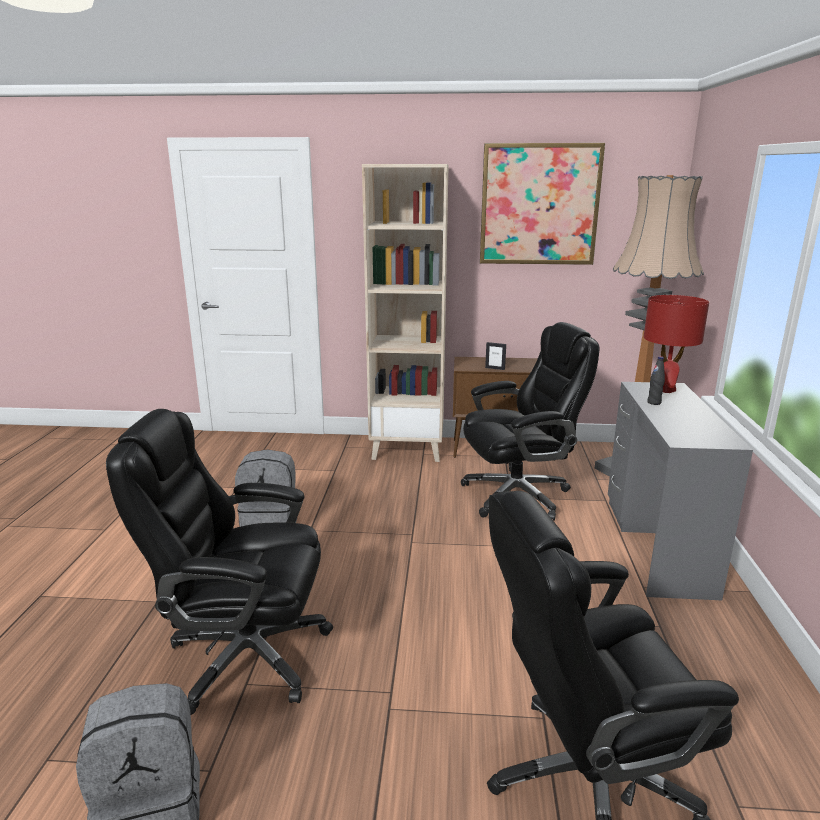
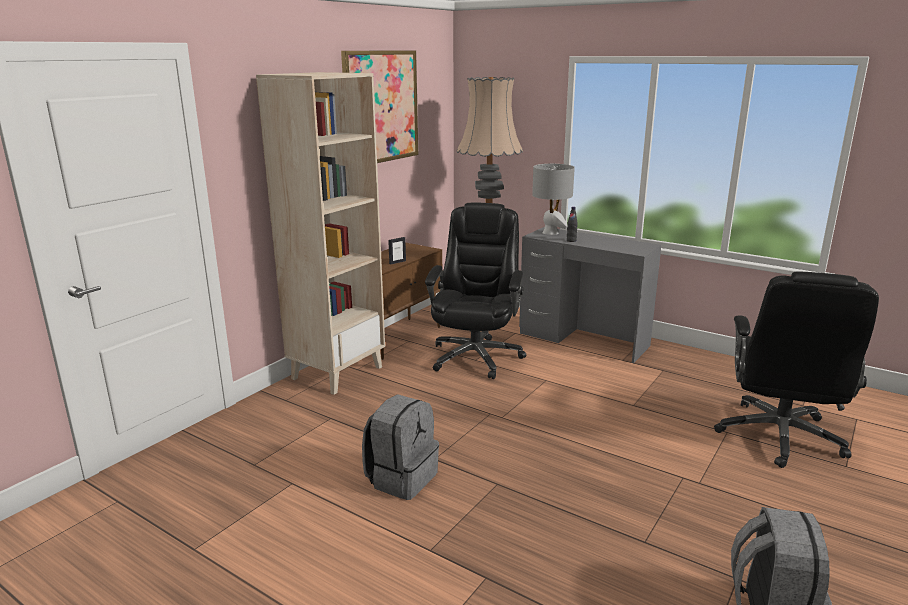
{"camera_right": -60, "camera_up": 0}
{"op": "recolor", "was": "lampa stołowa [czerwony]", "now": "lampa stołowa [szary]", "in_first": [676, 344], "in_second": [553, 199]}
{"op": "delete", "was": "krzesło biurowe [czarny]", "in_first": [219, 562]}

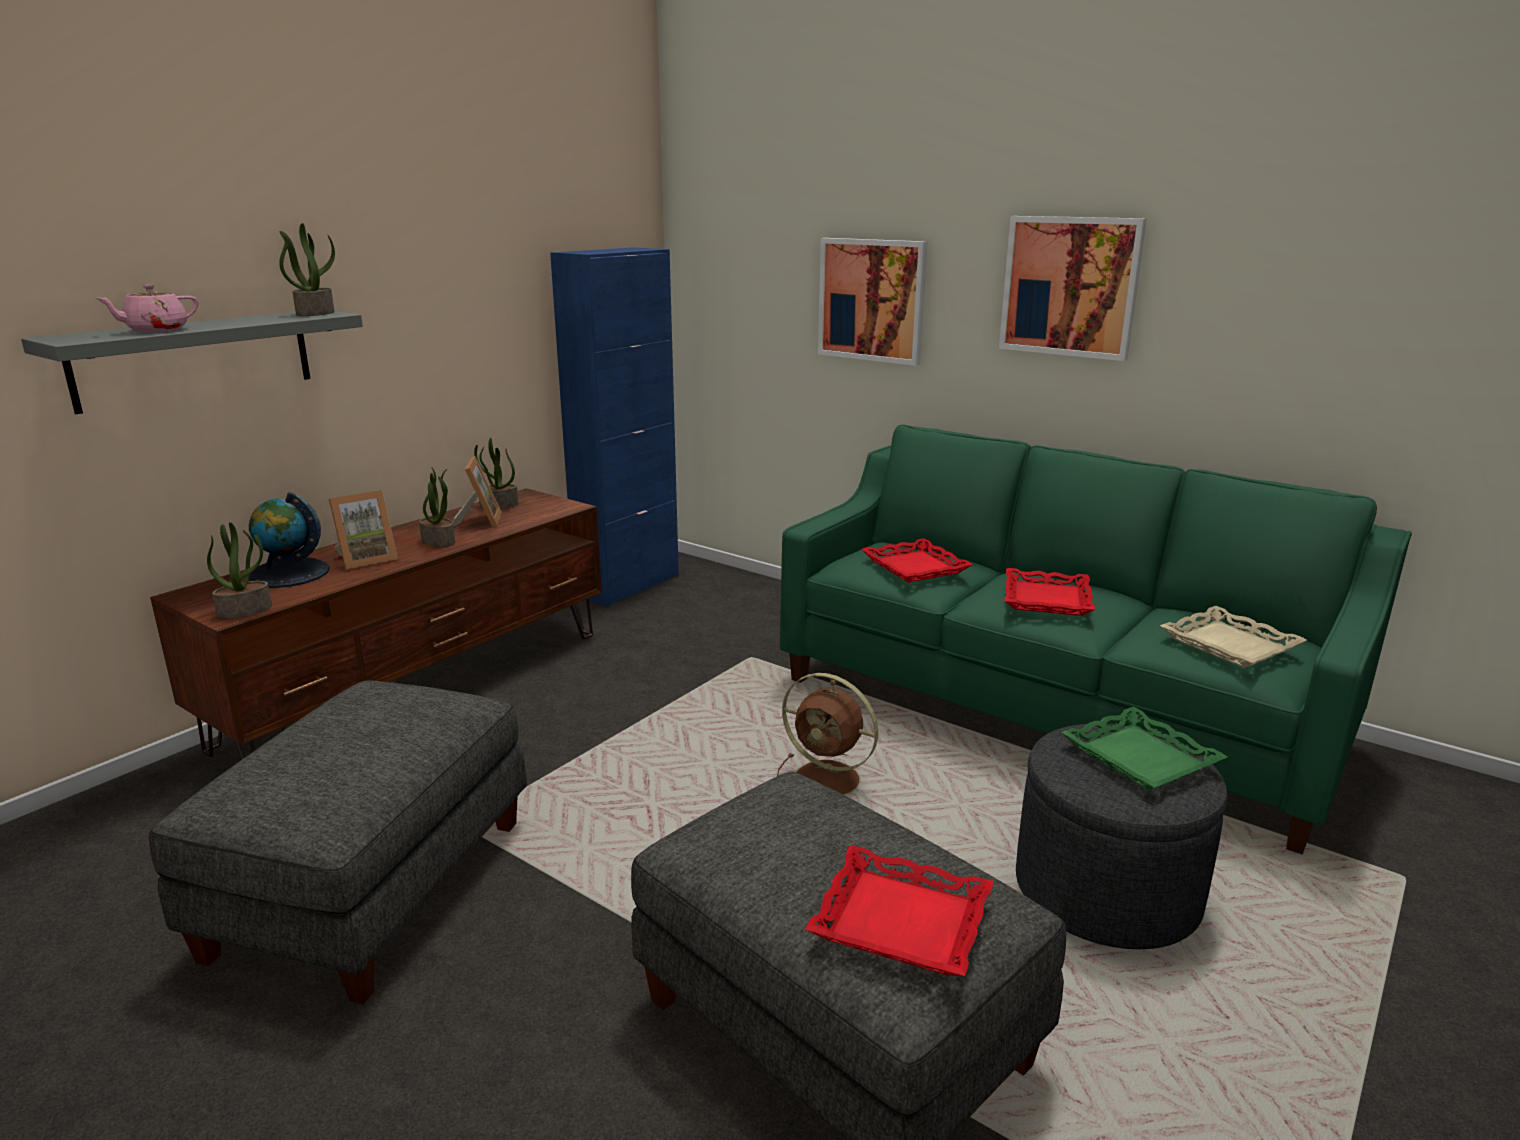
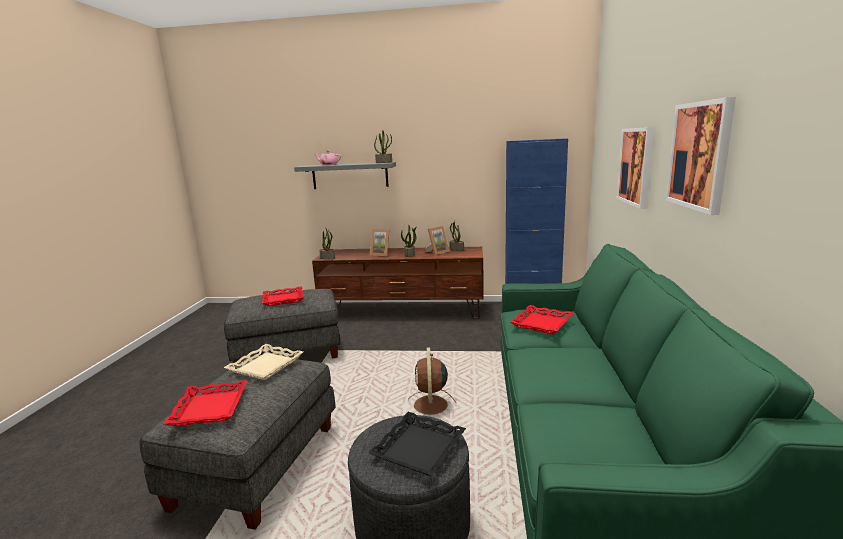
{"camera_right": 60, "camera_up": -5}
{"op": "delete", "was": "globus", "in_first": [289, 540]}
{"op": "move", "was": "taca [czerwony]", "in_first": [1050, 592], "in_second": [283, 296]}
{"op": "move", "was": "taca [beżowy]", "in_first": [1233, 637], "in_second": [263, 362]}
{"op": "recolor", "was": "taca [zielony]", "now": "taca [czarny]", "in_first": [1144, 749], "in_second": [417, 444]}

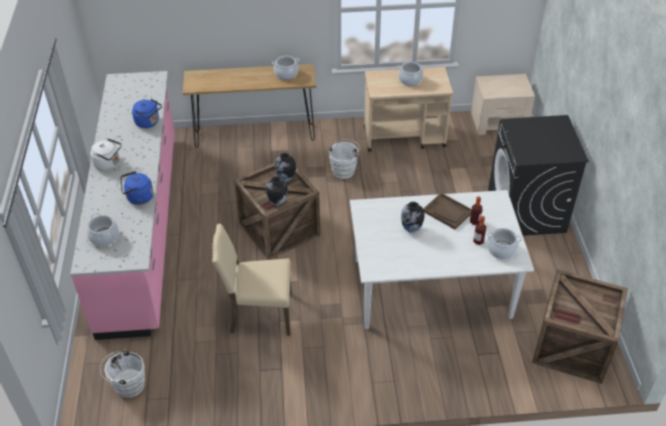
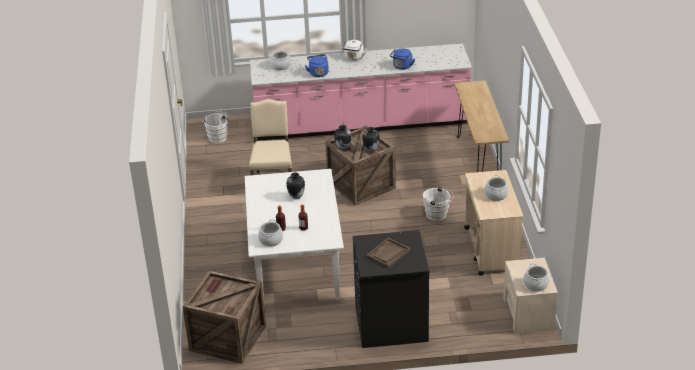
{"camera_right": 90, "camera_up": -10}
{"op": "move", "was": "garnek", "in_first": [285, 68], "in_second": [536, 277]}
{"op": "move", "was": "taca [brązowy]", "in_first": [447, 211], "in_second": [388, 253]}

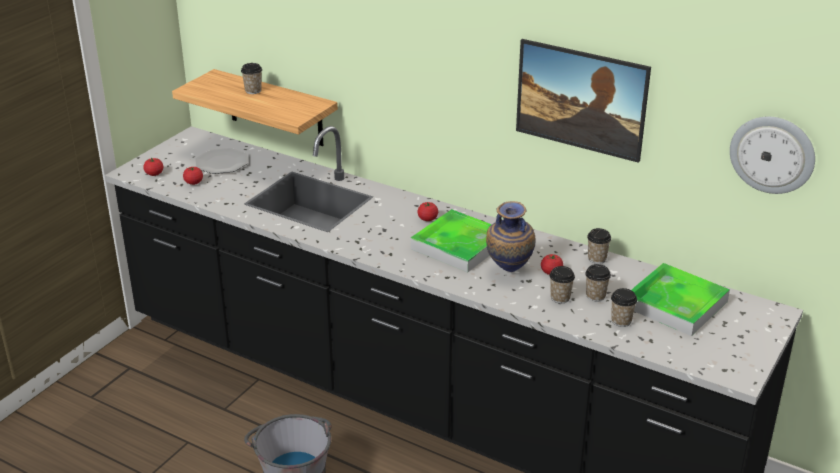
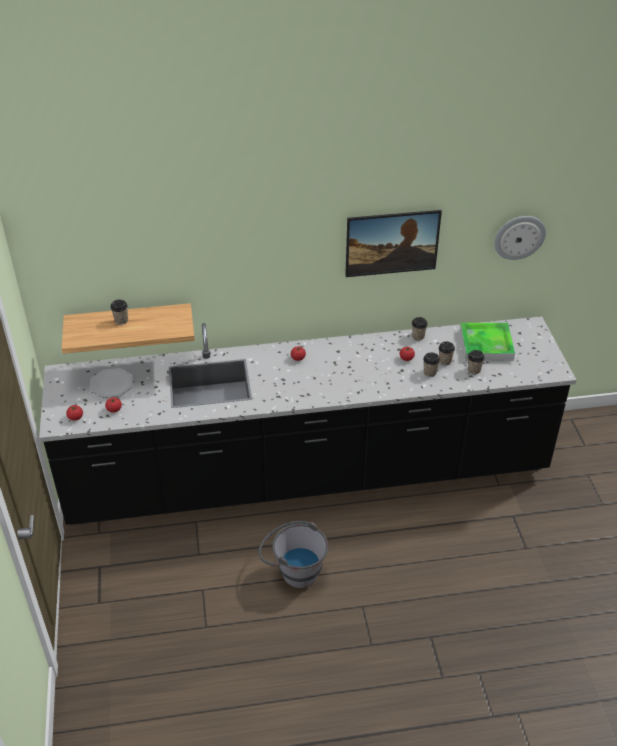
{"camera_right": -40, "camera_up": 10}
{"op": "delete", "was": "wazon", "in_first": [511, 236]}
{"op": "delete", "was": "taca", "in_first": [451, 241]}

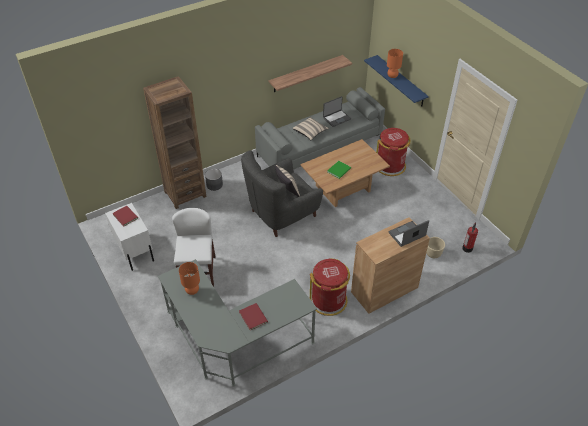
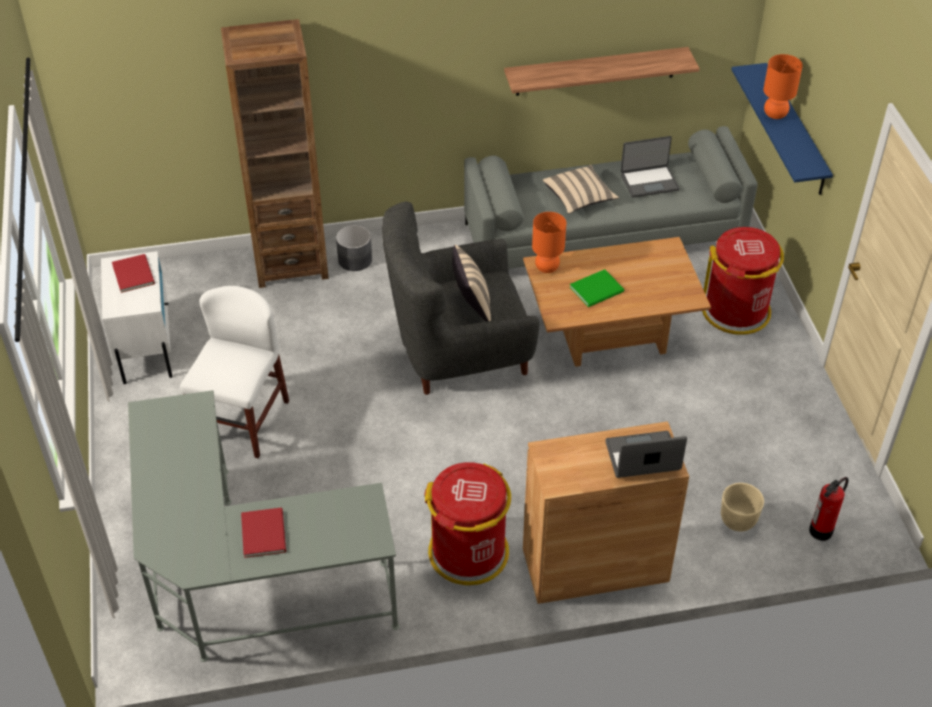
{"camera_right": 20, "camera_up": 0}
{"op": "move", "was": "lampa stołowa [pomarańczowy]", "in_first": [189, 278], "in_second": [549, 242]}

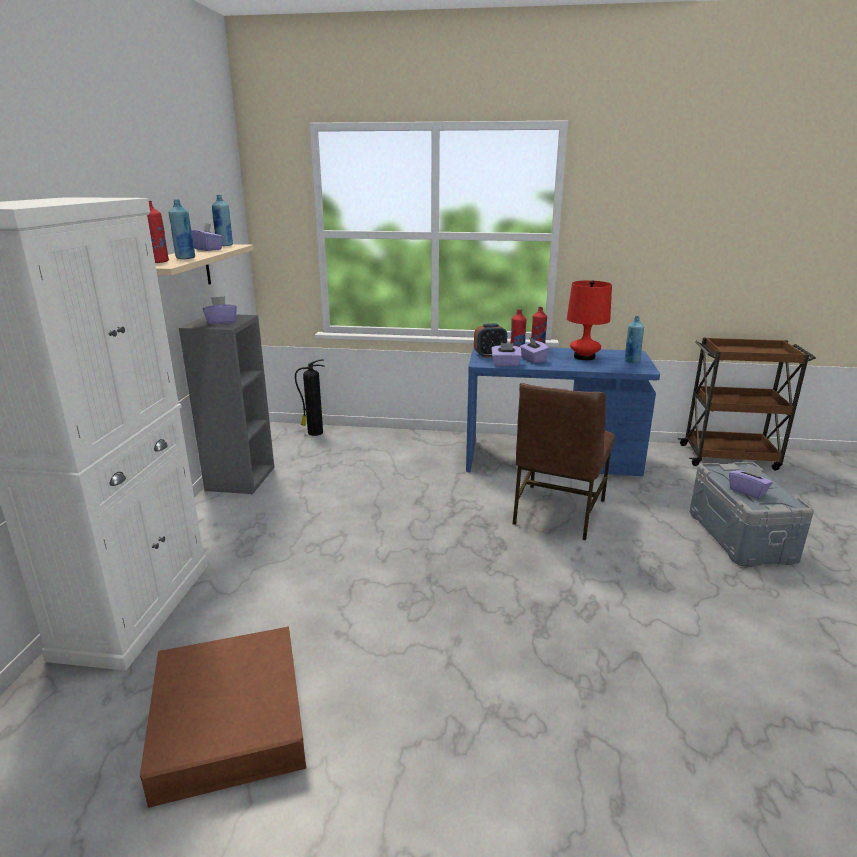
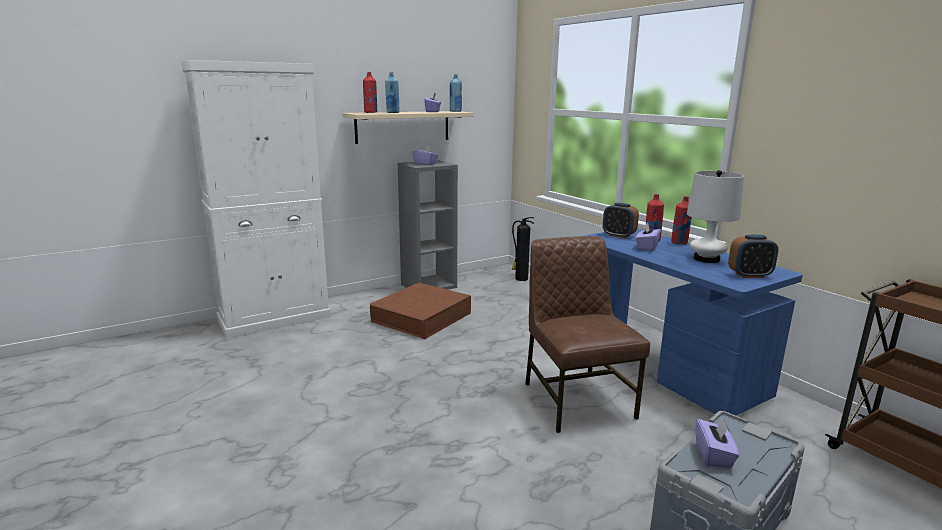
{"camera_right": 50, "camera_up": -5}
{"op": "recolor", "was": "lampa stołowa [czerwony]", "now": "lampa stołowa [biały]", "in_first": [589, 320], "in_second": [715, 216]}
{"op": "replace", "was": "butelka [niebieski]", "now": "budzik", "in_first": [634, 339], "in_second": [753, 256]}
{"op": "delete", "was": "pudełko chusteczek [fioletowy]", "in_first": [506, 354]}
{"op": "rotate", "was": "krzesło [brązowy]", "in_first": [564, 461], "in_second": [587, 334], "clockwise": 90}
{"op": "move", "was": "pojemnik do przechowywania [brązowy]", "in_first": [223, 717], "in_second": [420, 311]}

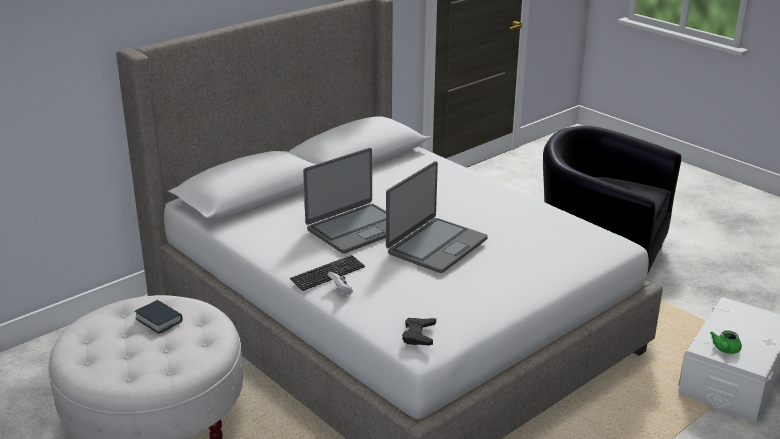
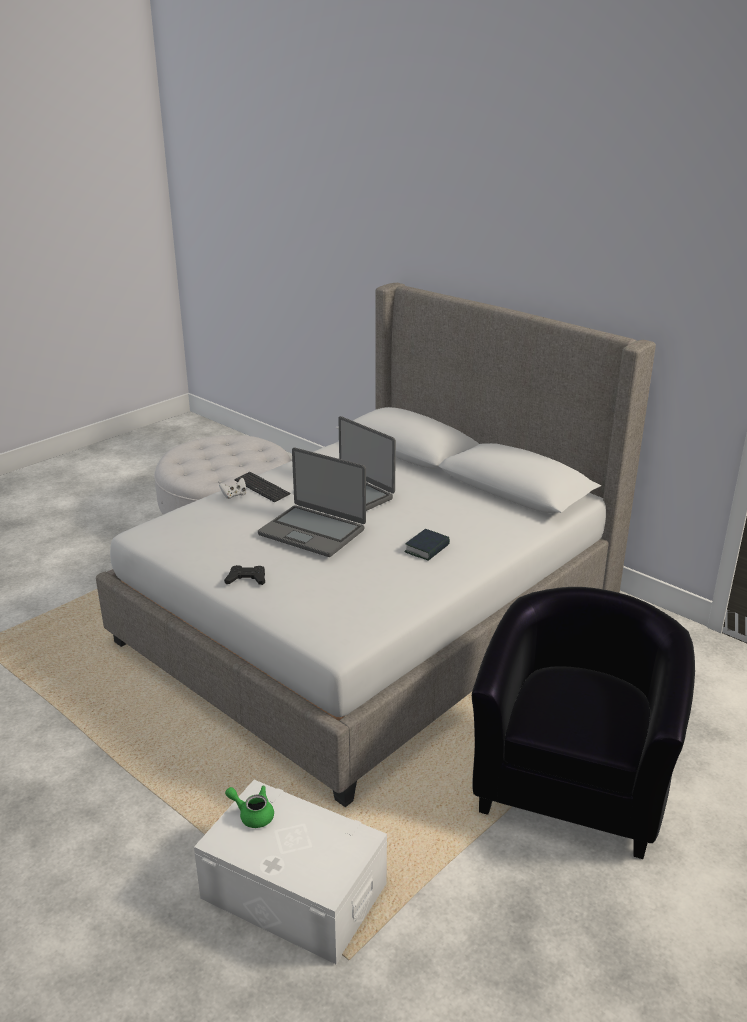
{"camera_right": 85, "camera_up": 0}
{"op": "move", "was": "książka", "in_first": [158, 317], "in_second": [427, 545]}
{"op": "move", "was": "pad do gier [czarny]", "in_first": [419, 332], "in_second": [244, 575]}

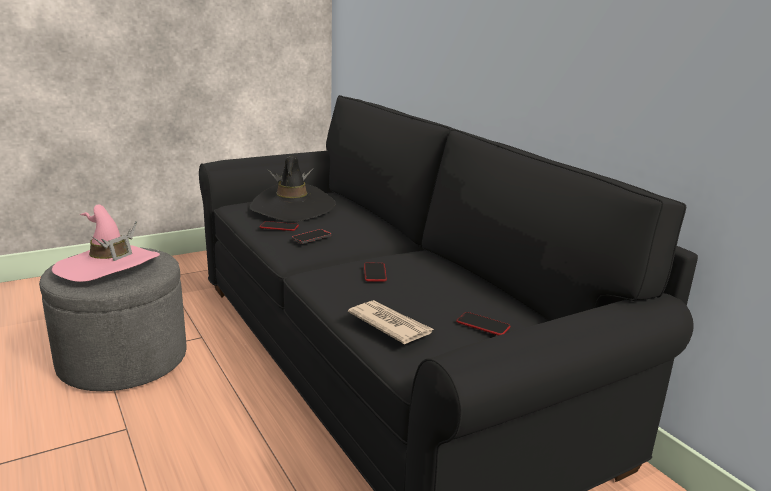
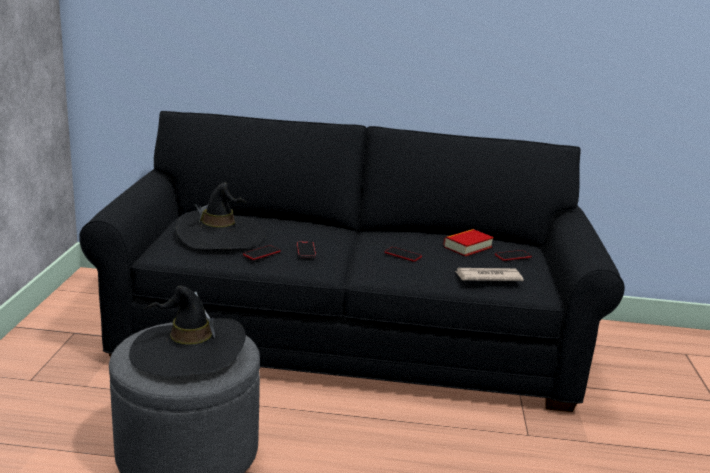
{"camera_right": -55, "camera_up": 0}
{"op": "recolor", "was": "kapelusz [różowy]", "now": "kapelusz [czarny]", "in_first": [106, 243], "in_second": [187, 331]}
{"op": "insert", "now": "książka", "in_second": [468, 242]}

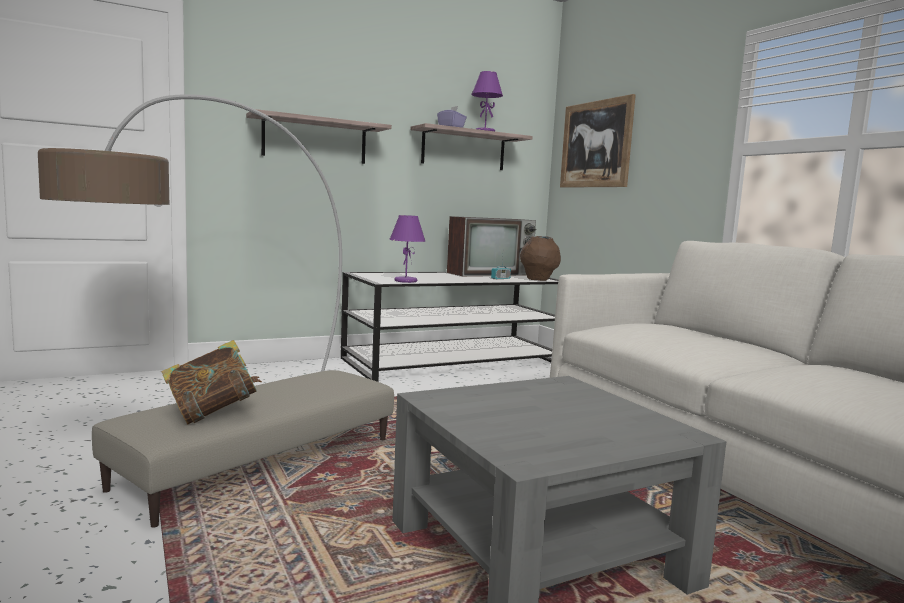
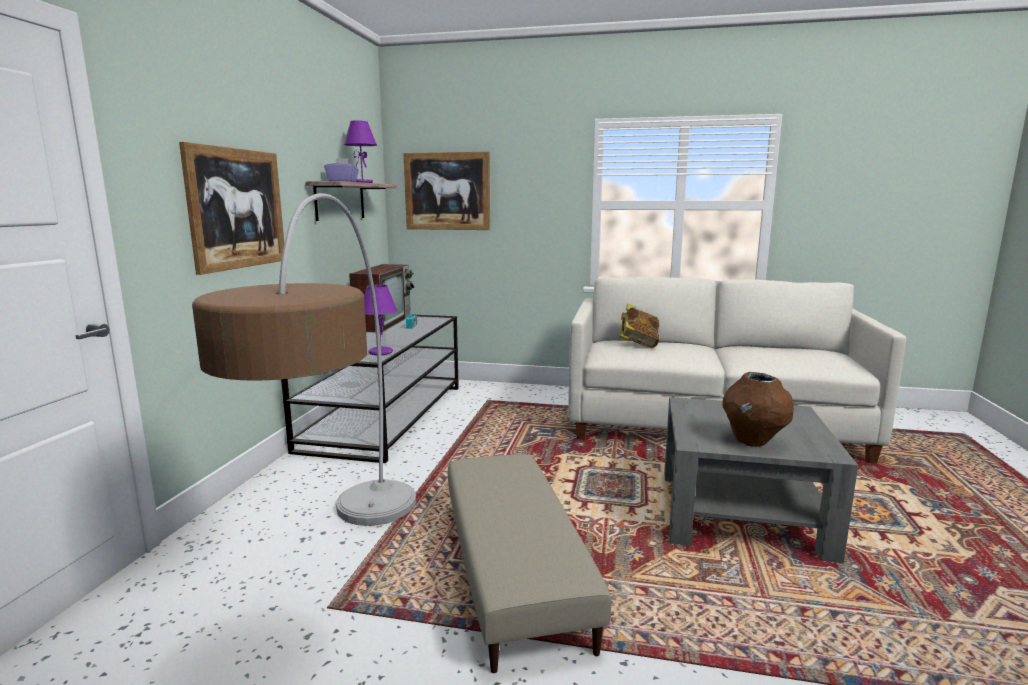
{"camera_right": -50, "camera_up": 5}
{"op": "replace", "was": "półka", "now": "obraz", "in_first": [319, 136], "in_second": [231, 208]}
{"op": "move", "was": "wazon [brązowy]", "in_first": [540, 258], "in_second": [758, 409]}
{"op": "move", "was": "książka", "in_first": [212, 382], "in_second": [639, 326]}

